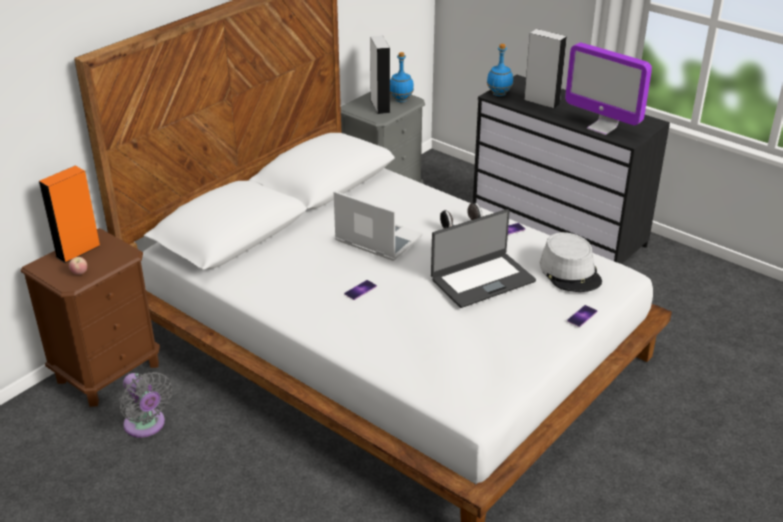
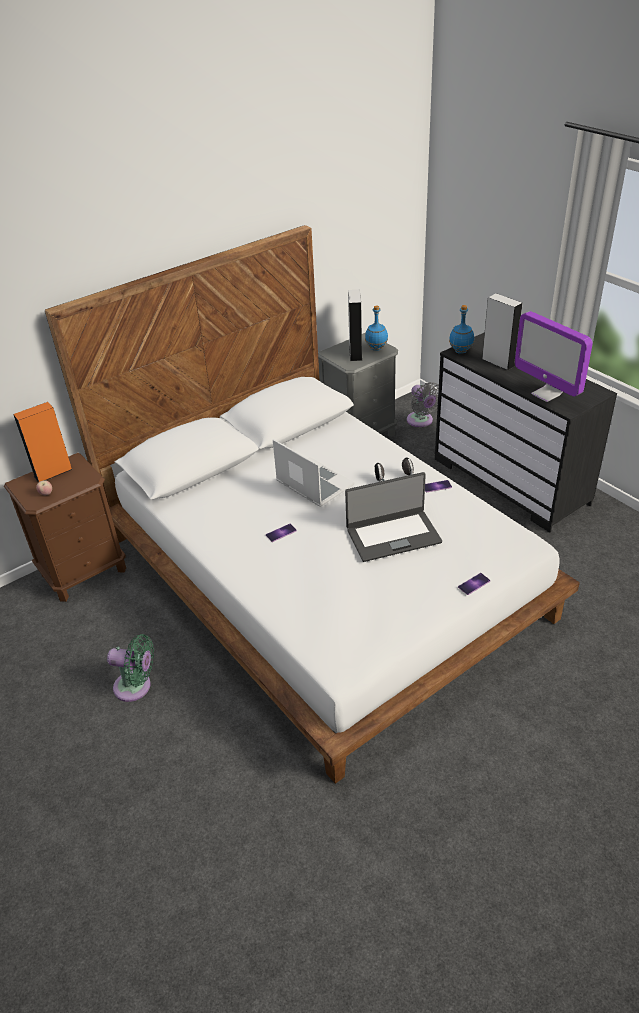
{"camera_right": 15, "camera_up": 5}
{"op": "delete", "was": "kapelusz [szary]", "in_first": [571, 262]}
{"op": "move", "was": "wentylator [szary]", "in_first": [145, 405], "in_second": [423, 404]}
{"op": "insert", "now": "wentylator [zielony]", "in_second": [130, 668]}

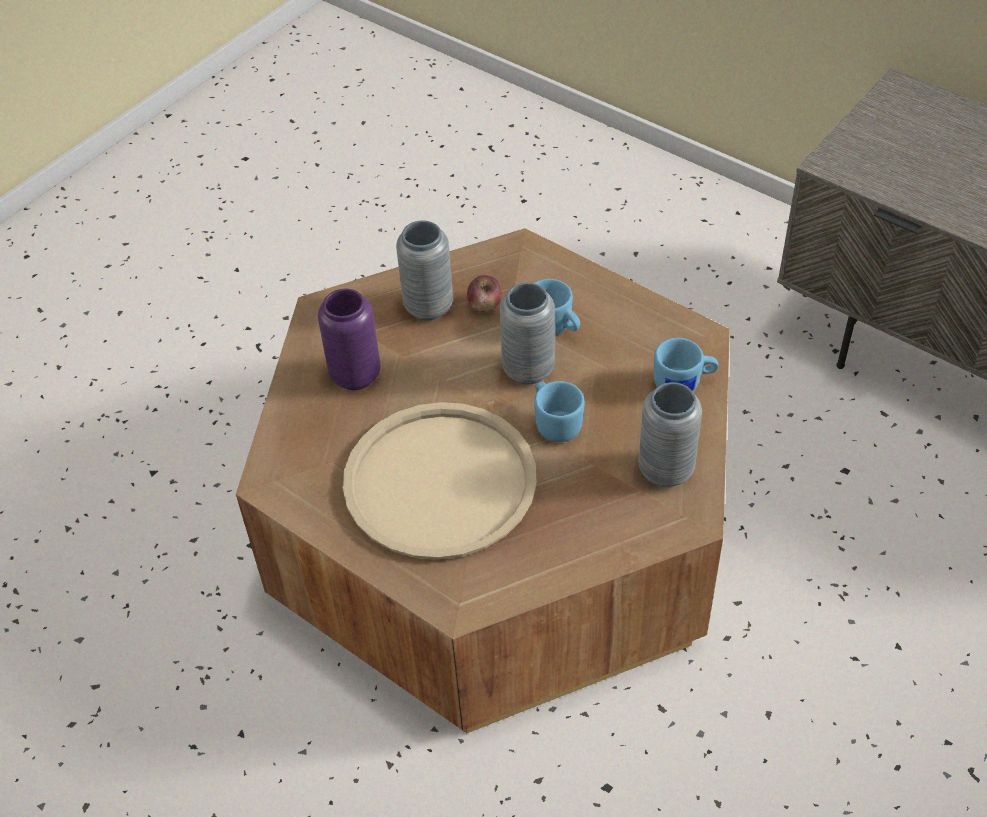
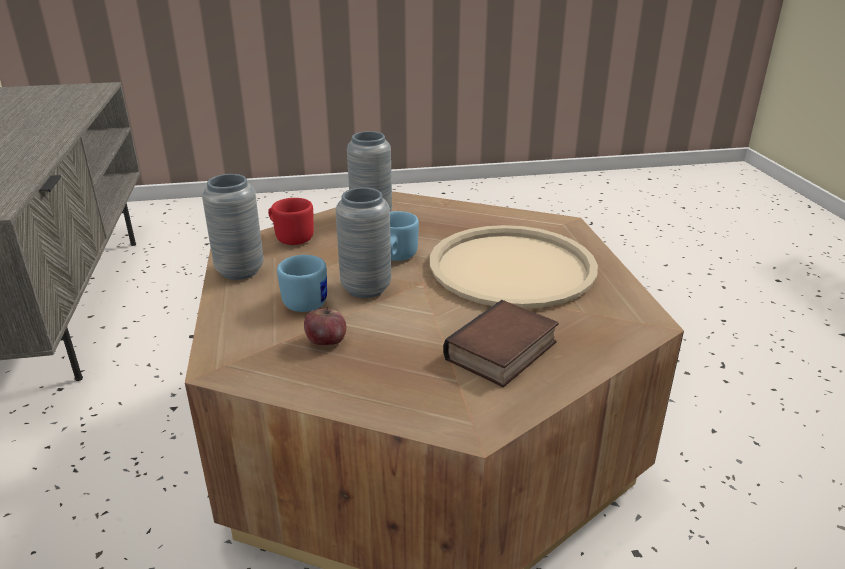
{"camera_right": -140, "camera_up": -20}
{"op": "move", "was": "wazon [szary]", "in_first": [424, 270], "in_second": [233, 227]}
{"op": "replace", "was": "wazon [fioletowy]", "now": "książka", "in_first": [349, 339], "in_second": [501, 343]}
{"op": "recolor", "was": "kubek [niebieski]", "now": "kubek [czerwony]", "in_first": [686, 364], "in_second": [291, 221]}

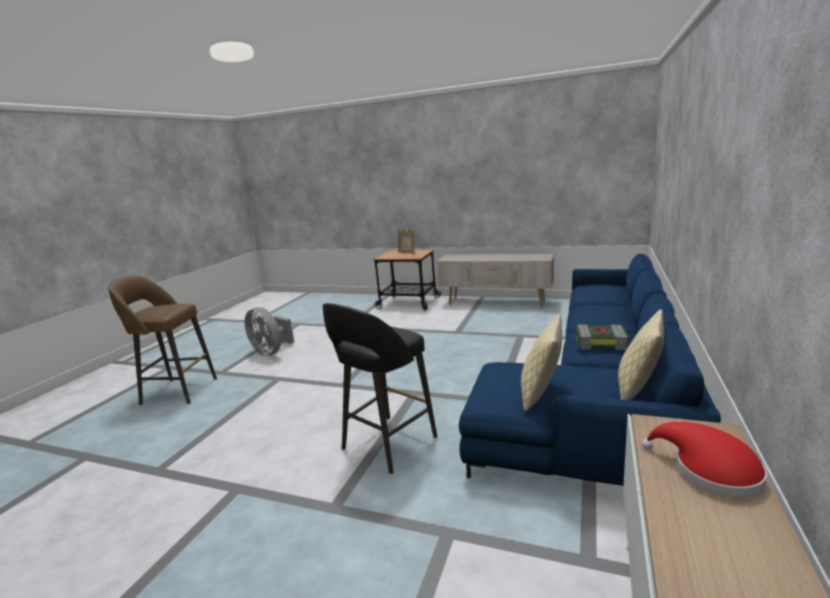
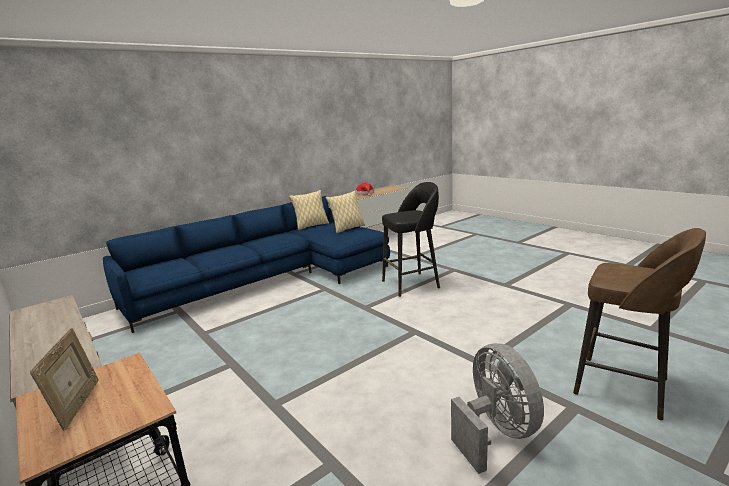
{"camera_right": -150, "camera_up": 0}
{"op": "delete", "was": "książka", "in_first": [602, 337]}

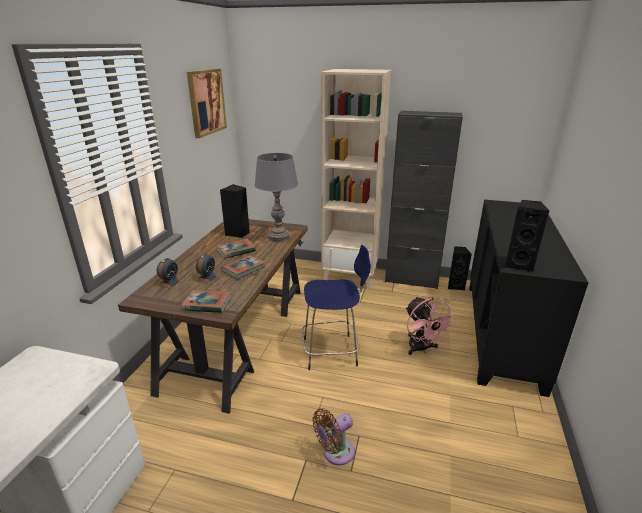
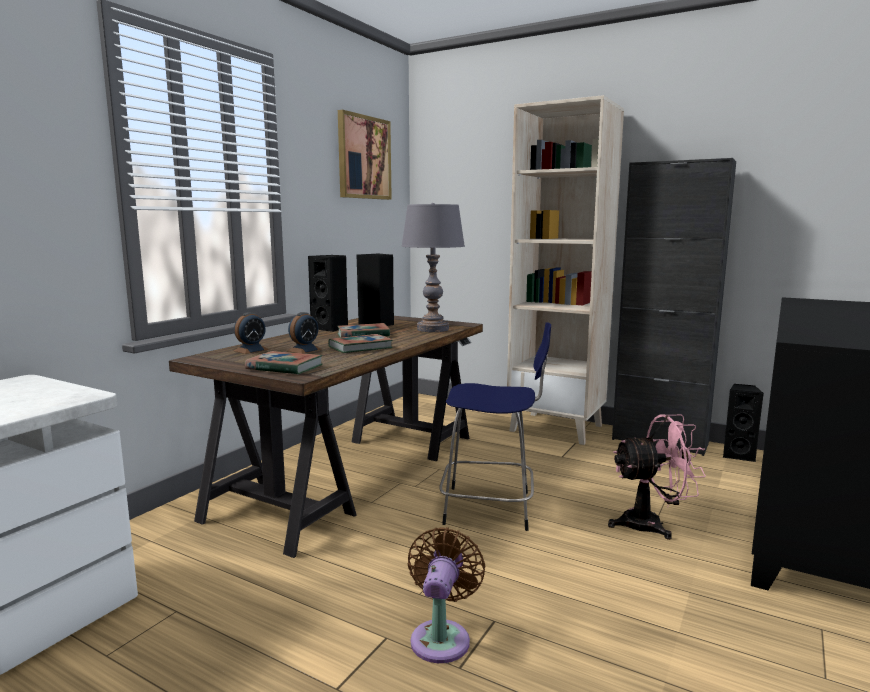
{"camera_right": 15, "camera_up": -15}
{"op": "move", "was": "głośnik [czarny]", "in_first": [526, 236], "in_second": [328, 293]}
{"op": "rotate", "was": "wentylator [różowy]", "in_first": [431, 326], "in_second": [657, 477], "clockwise": -90}
{"op": "rotate", "was": "wentylator [brązowy]", "in_first": [333, 436], "in_second": [446, 595], "clockwise": 120}

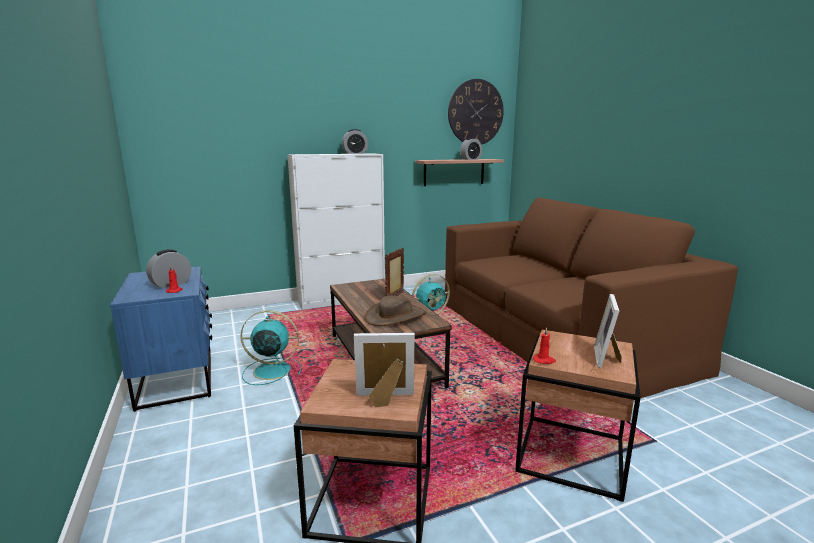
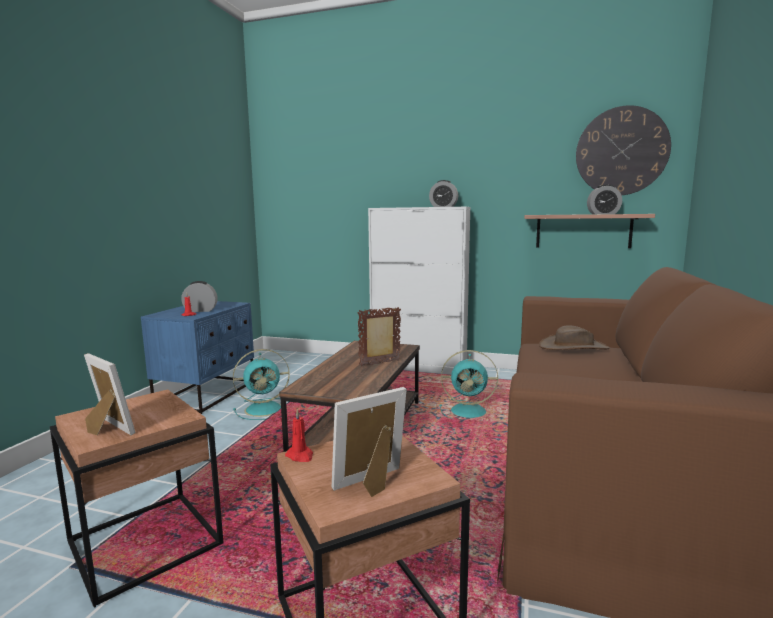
{"camera_right": 40, "camera_up": -5}
{"op": "move", "was": "kapelusz [brązowy]", "in_first": [395, 310], "in_second": [574, 337]}
{"op": "rotate", "was": "wentylator [turkusowy]", "in_first": [270, 347], "in_second": [261, 384], "clockwise": 120}

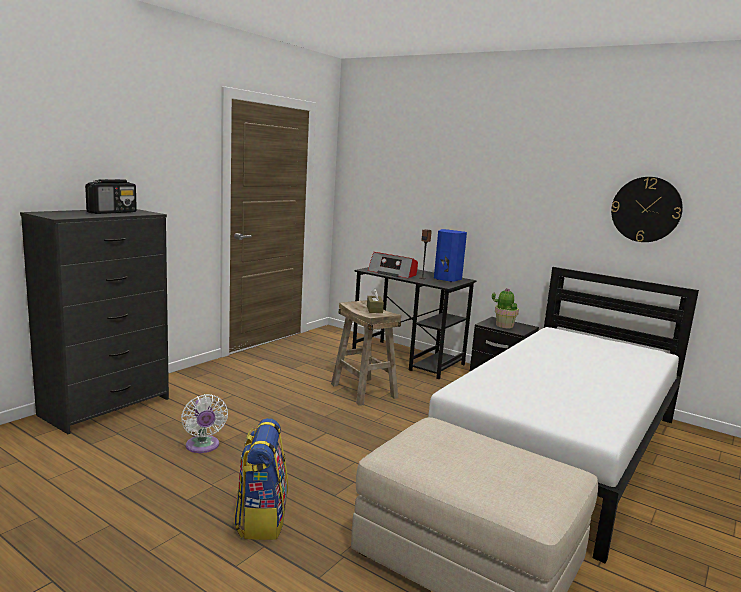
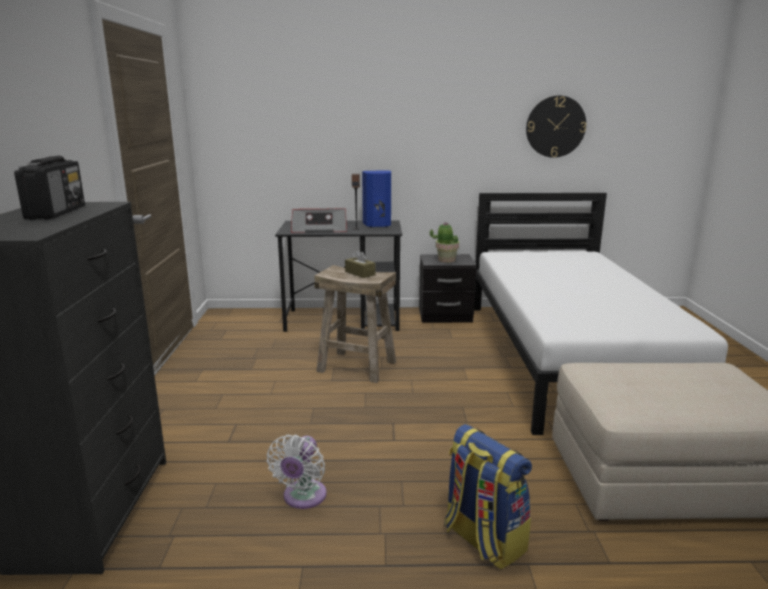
{"camera_right": -35, "camera_up": 5}
{"op": "rotate", "was": "wentylator [biały]", "in_first": [204, 423], "in_second": [297, 472], "clockwise": 75}

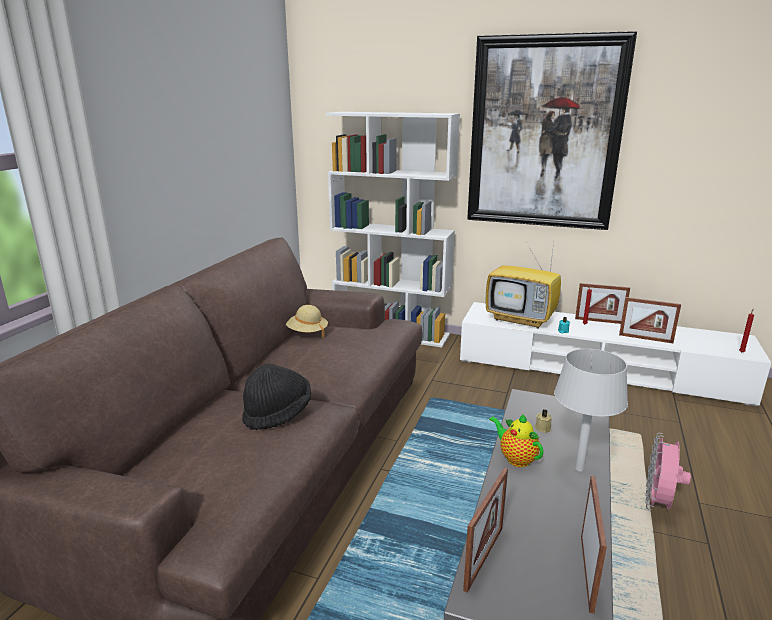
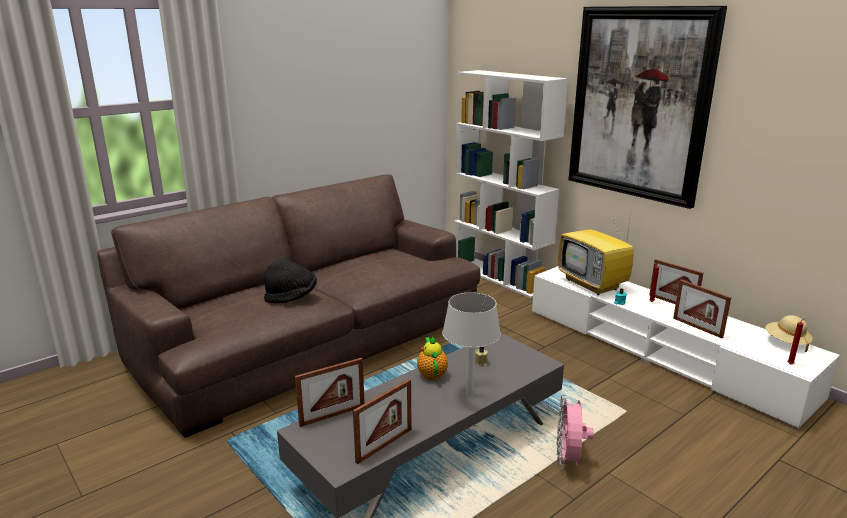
{"camera_right": 30, "camera_up": 0}
{"op": "move", "was": "kapelusz [beżowy]", "in_first": [307, 321], "in_second": [789, 333]}
{"op": "rotate", "was": "wentylator [różowy]", "in_first": [668, 471], "in_second": [575, 431], "clockwise": -45}

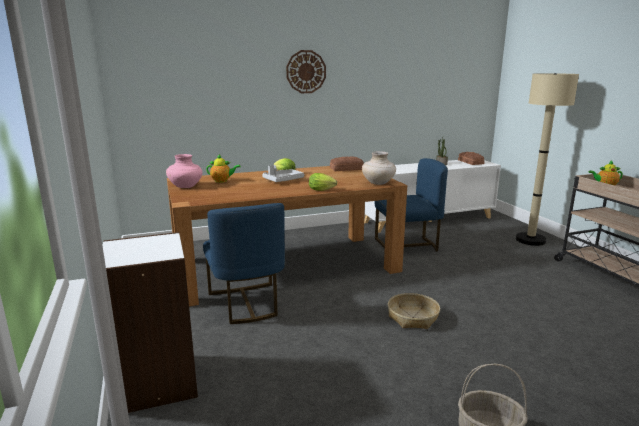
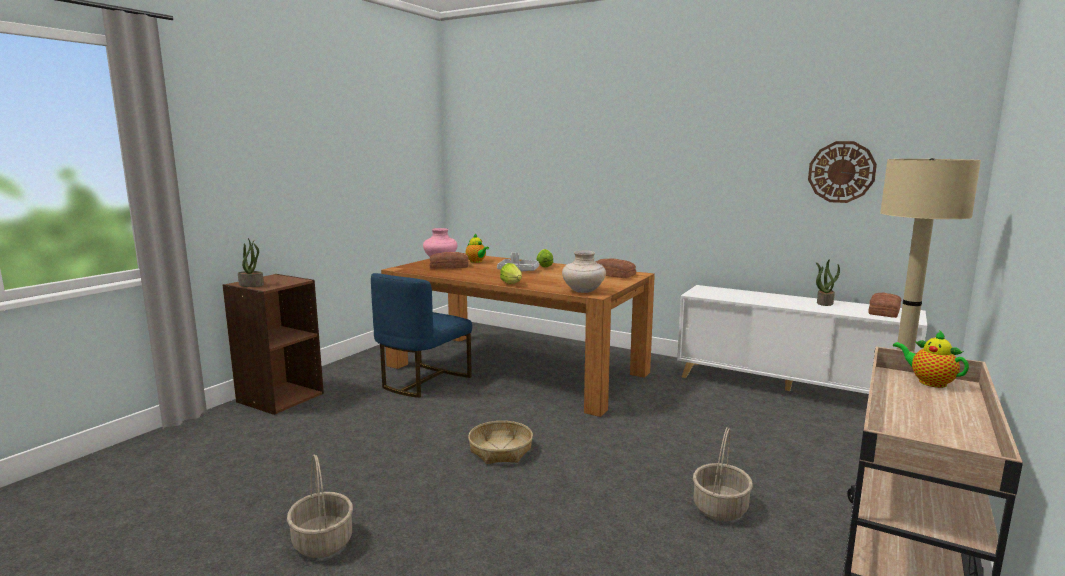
{"camera_right": 50, "camera_up": -5}
{"op": "move", "was": "zegar ścienny", "in_first": [306, 71], "in_second": [842, 172]}
{"op": "delete", "was": "krzesło [niebieski]", "in_first": [411, 204]}
{"op": "recolor", "was": "regał [biały]", "now": "regał [brązowy]", "in_first": [150, 322], "in_second": [273, 344]}
{"op": "insert", "now": "roślina doniczkowa", "in_second": [251, 262]}
{"op": "insert", "now": "chleb", "in_second": [449, 260]}
{"op": "insert", "now": "koszyk", "in_second": [723, 474]}

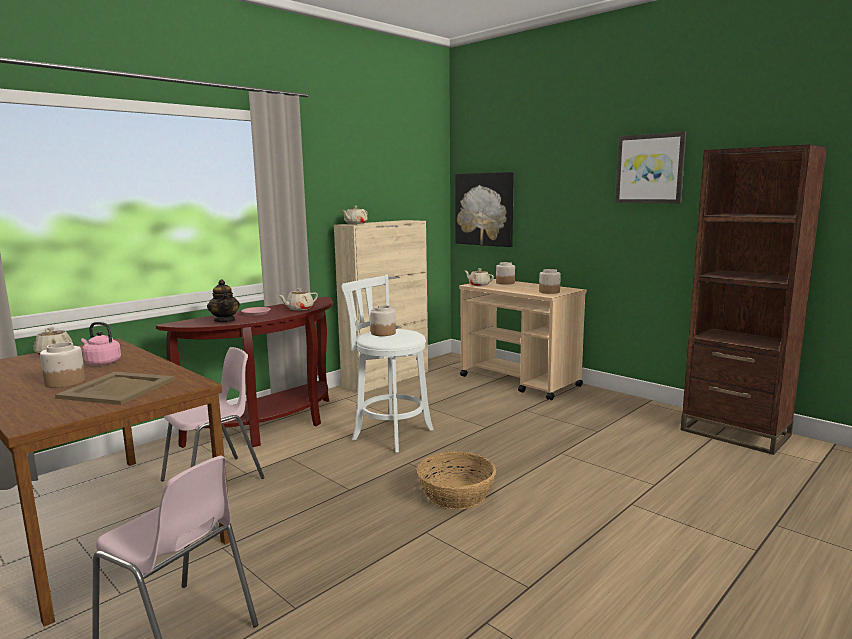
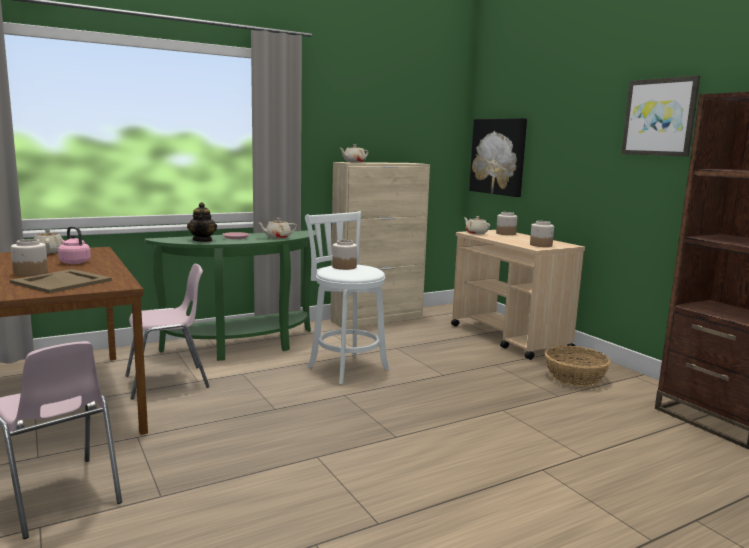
{"camera_right": 15, "camera_up": 0}
{"op": "recolor", "was": "stolik konsolowy [brązowy]", "now": "stolik konsolowy [zielony]", "in_first": [244, 372], "in_second": [230, 295]}
{"op": "move", "was": "koszyk", "in_first": [456, 480], "in_second": [578, 366]}

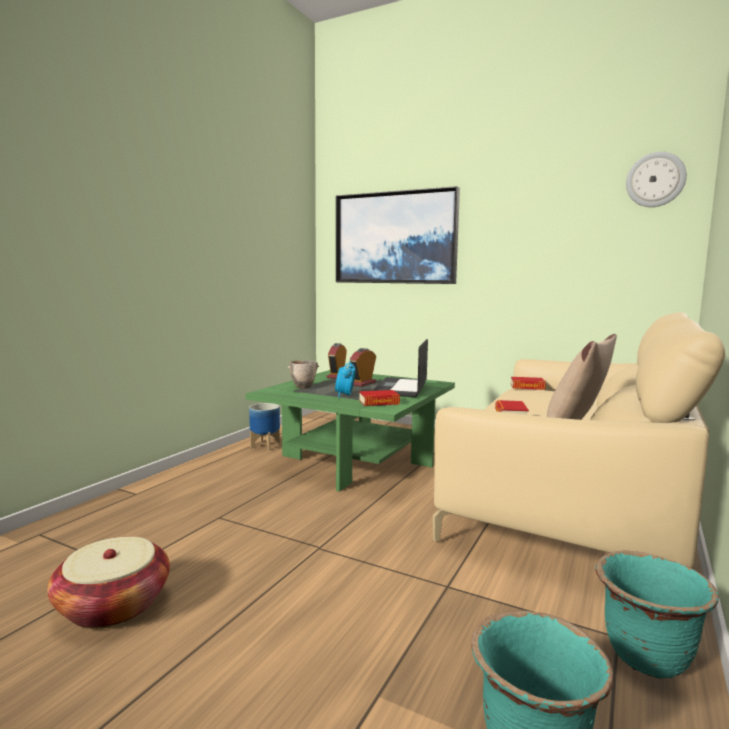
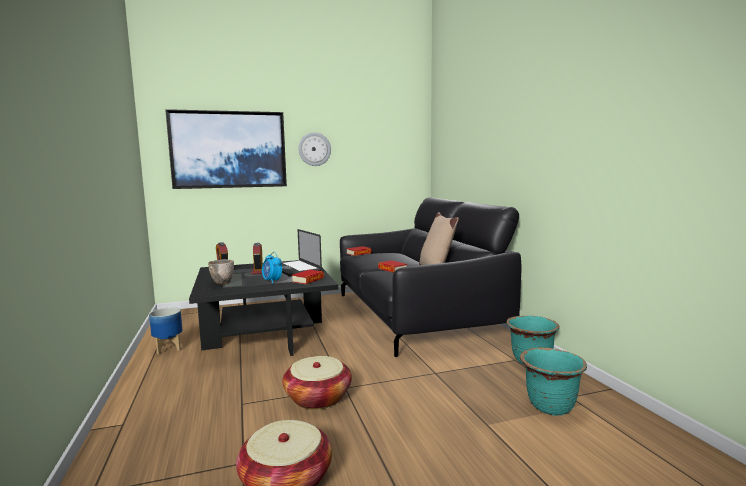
{"camera_right": -45, "camera_up": 0}
{"op": "move", "was": "zegar ścienny", "in_first": [656, 179], "in_second": [314, 149]}
{"op": "recolor", "was": "kanapa [beżowy]", "now": "kanapa [czarny]", "in_first": [579, 440], "in_second": [431, 277]}
{"op": "recolor", "was": "ława [zielony]", "now": "ława [czarny]", "in_first": [350, 431], "in_second": [263, 308]}
{"op": "insert", "now": "koszyk", "in_second": [317, 383]}

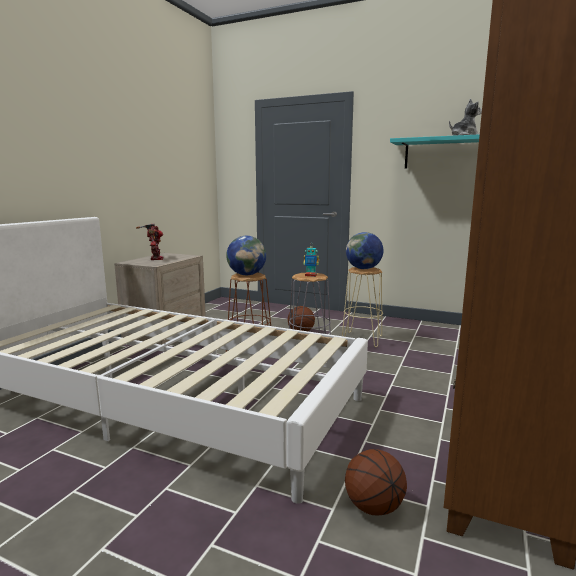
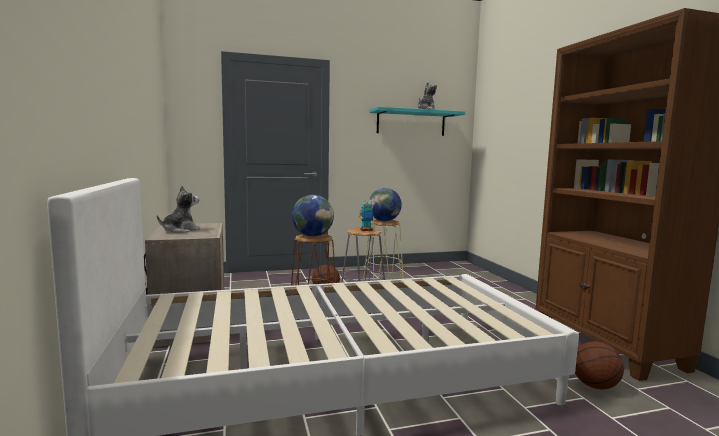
{"camera_right": -40, "camera_up": -5}
{"op": "replace", "was": "robot zabawkowy", "now": "pluszak", "in_first": [150, 241], "in_second": [178, 209]}

